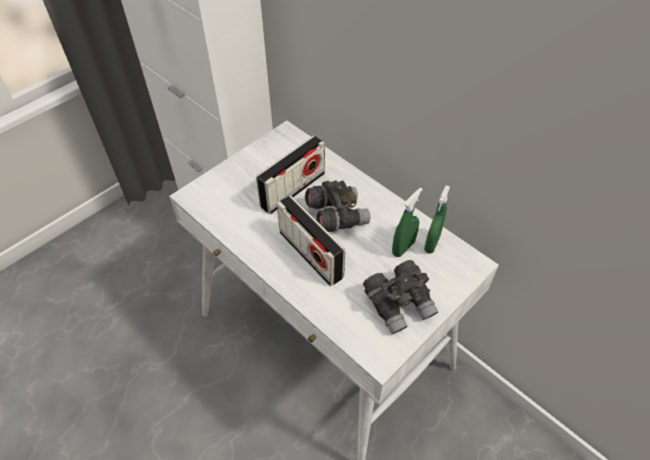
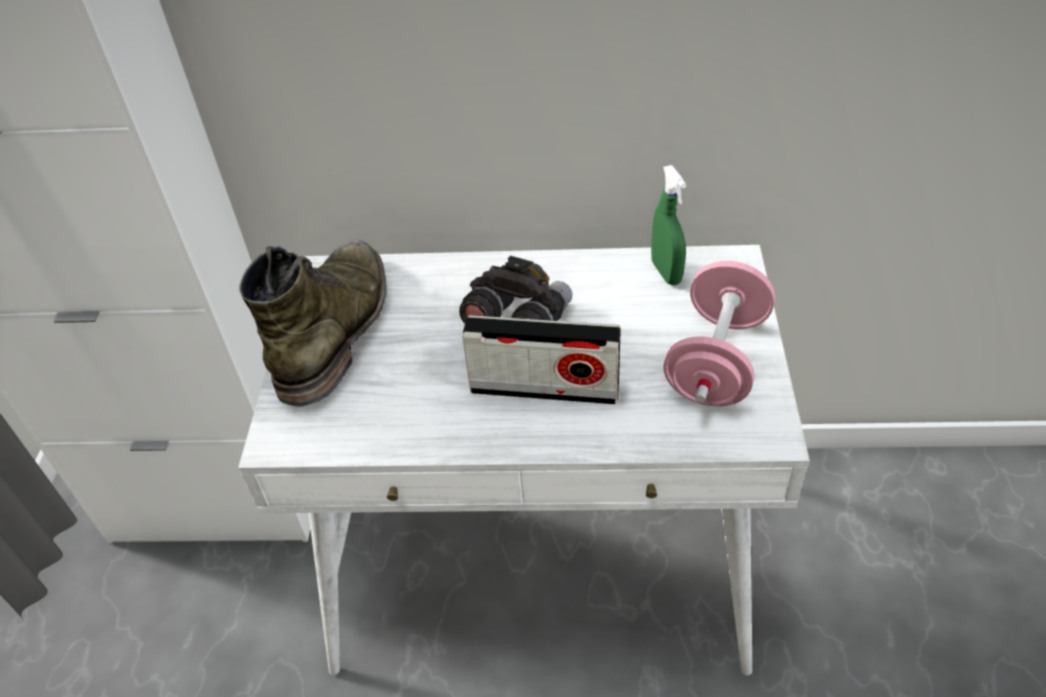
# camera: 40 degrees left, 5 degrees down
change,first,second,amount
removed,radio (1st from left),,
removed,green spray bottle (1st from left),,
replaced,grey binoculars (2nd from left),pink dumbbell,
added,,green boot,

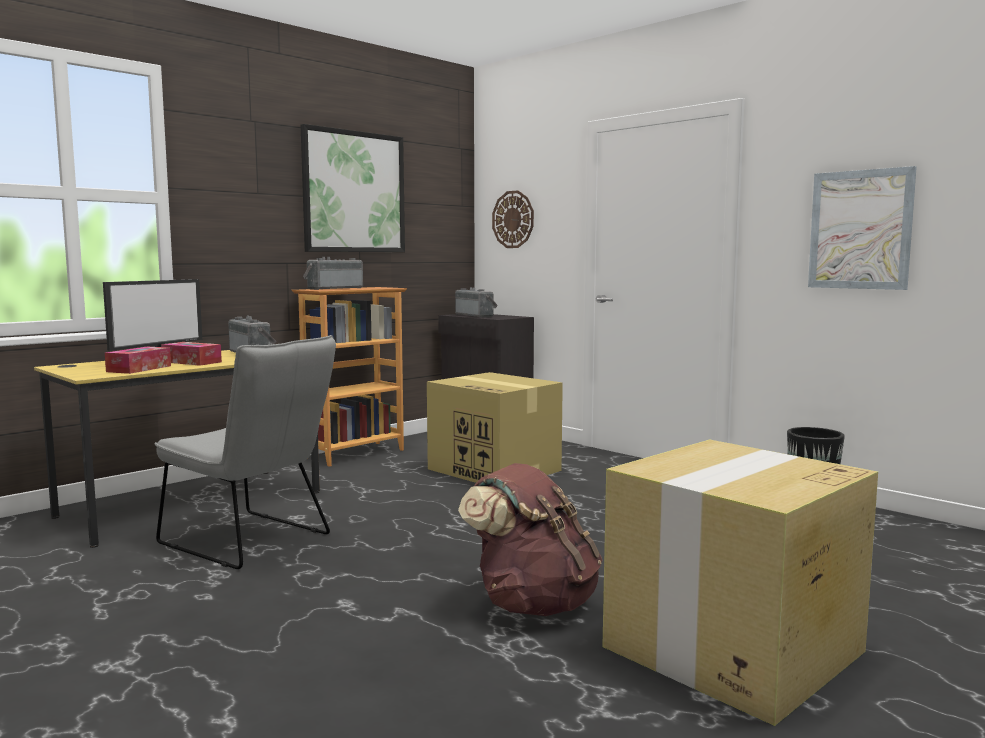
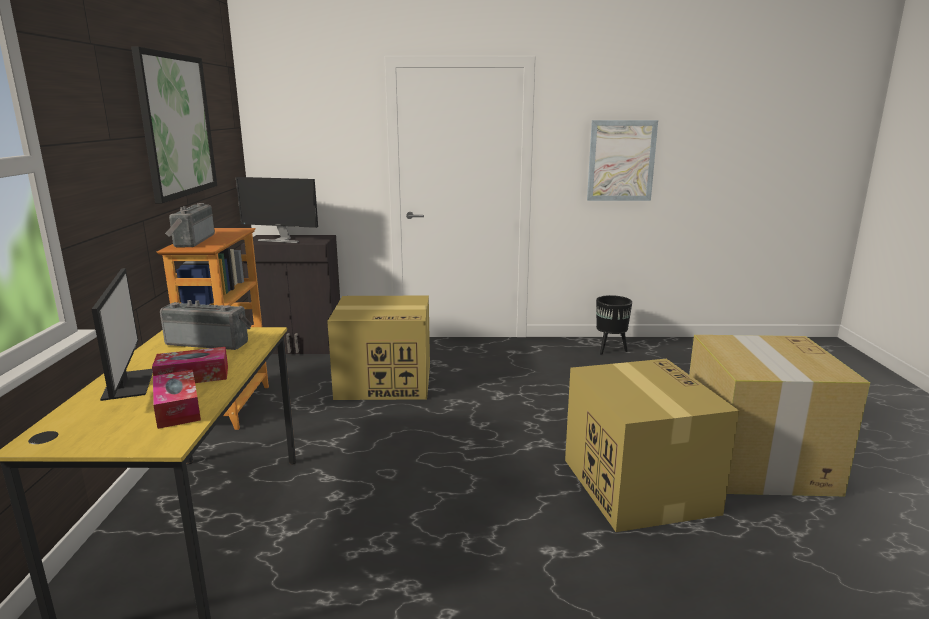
# camera: 45 degrees left, 10 degrees up
change,first,second,amount
removed,wall clock,,
replaced,radio (3rd from left),monitor (2nd from left),
removed,grey chair,,
replaced,brown backpack,cardboard box (2nd from left),

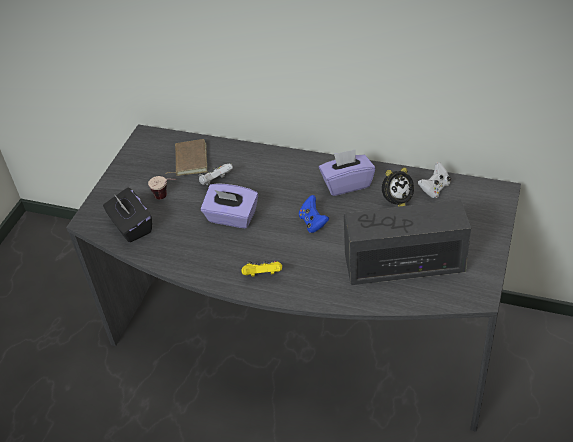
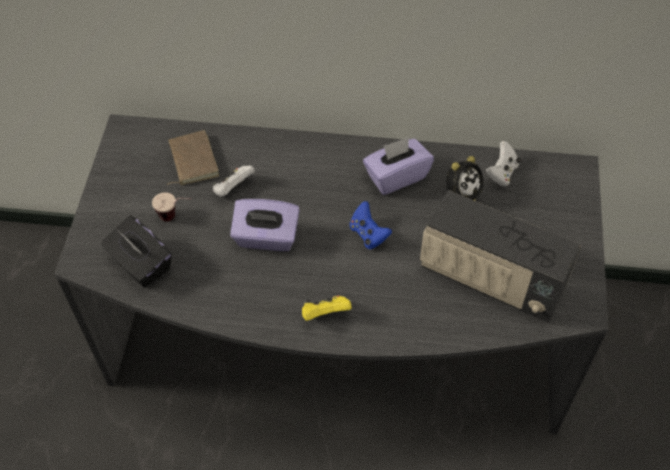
# camera: 15 degrees left, 10 degrees up
change,first,second,amount
turned,radio,,135 degrees counterclockwise

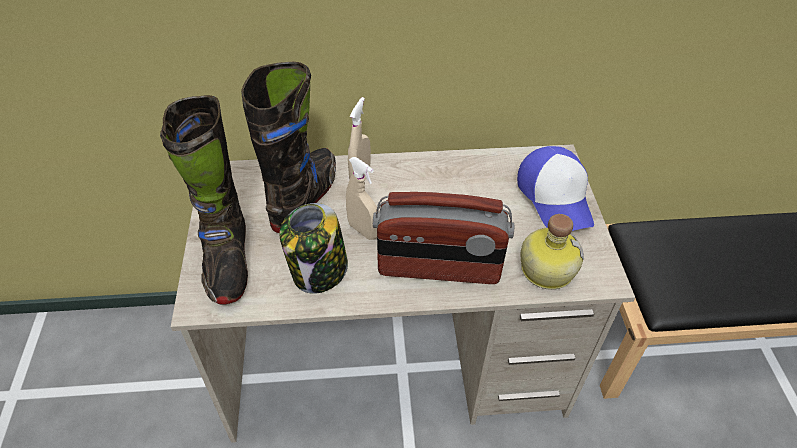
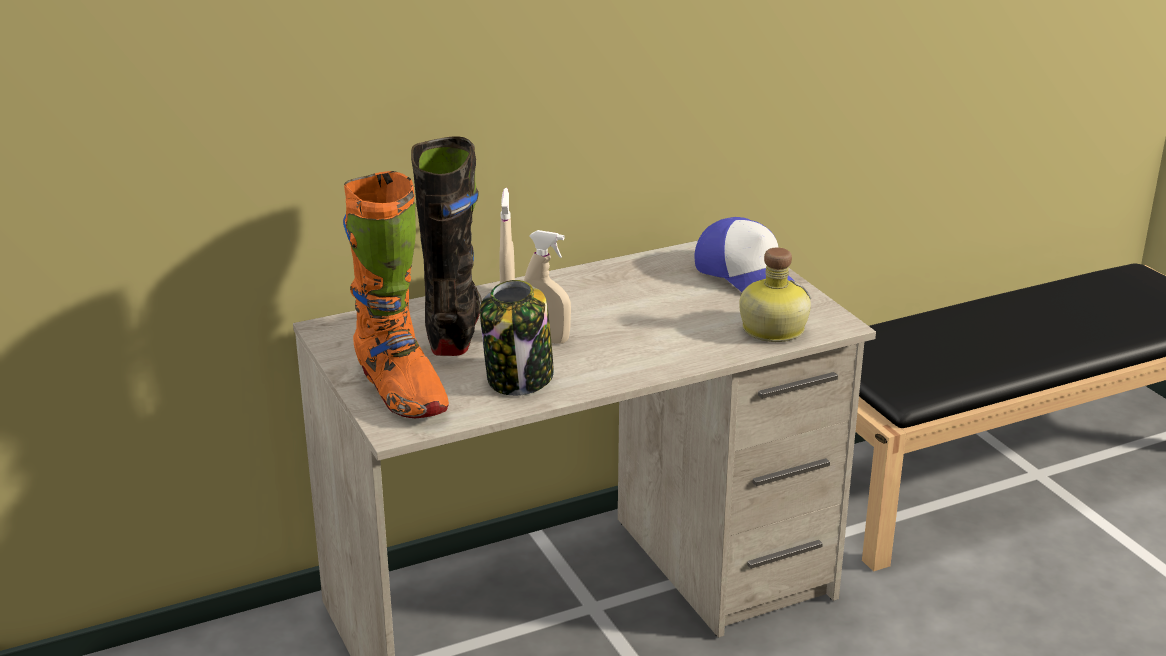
# camera: 20 degrees left, 20 degrees down
change,first,second,amount
recoloured,black boot (1st from left),orange boot,
removed,radio,,

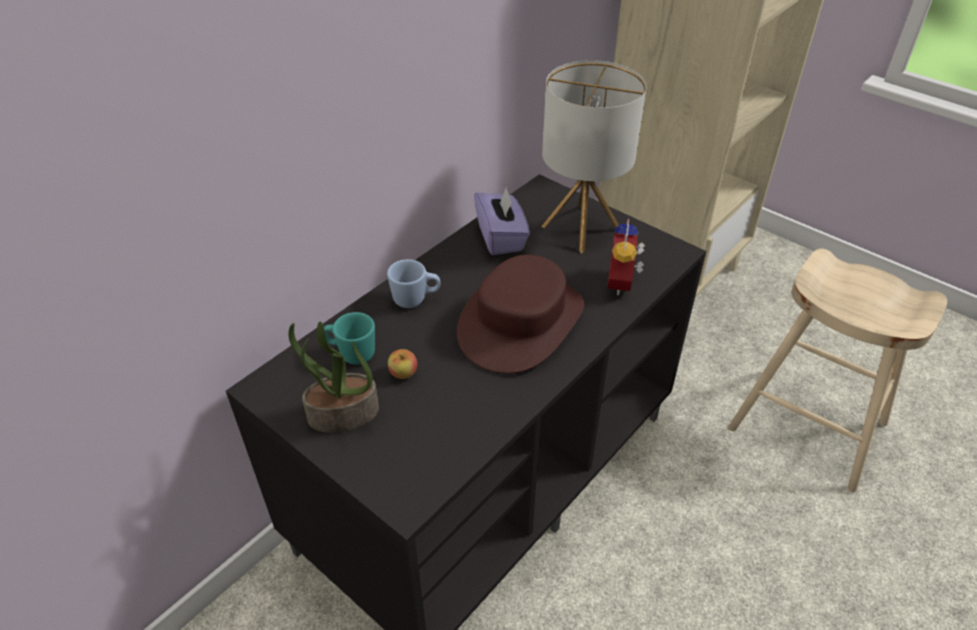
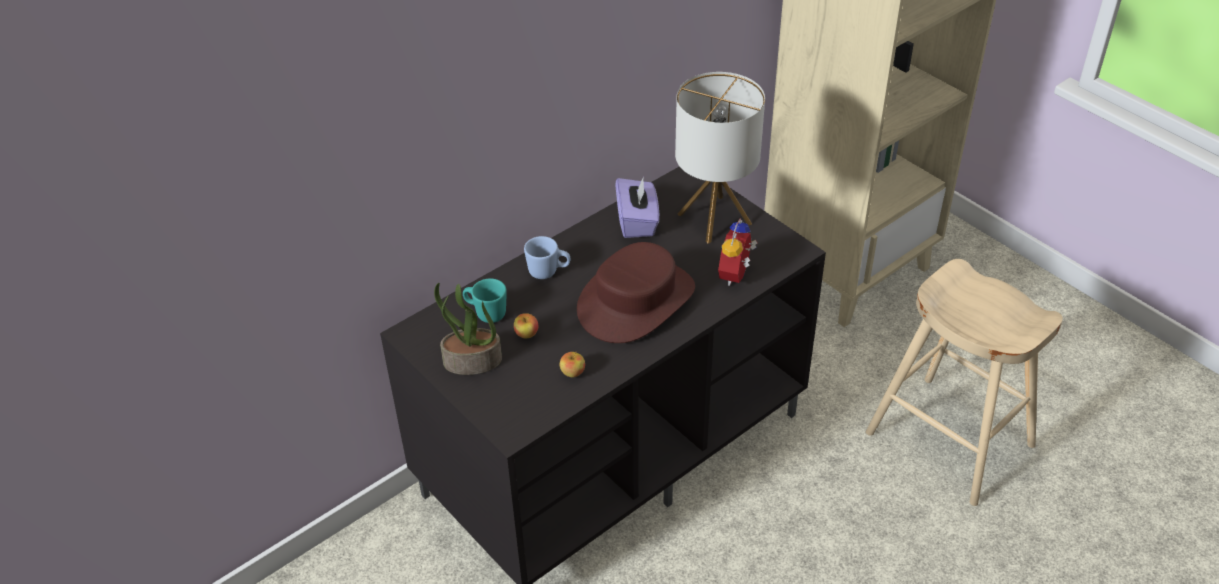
# camera: 10 degrees right, 0 degrees up
change,first,second,amount
added,,apple (2nd from left),

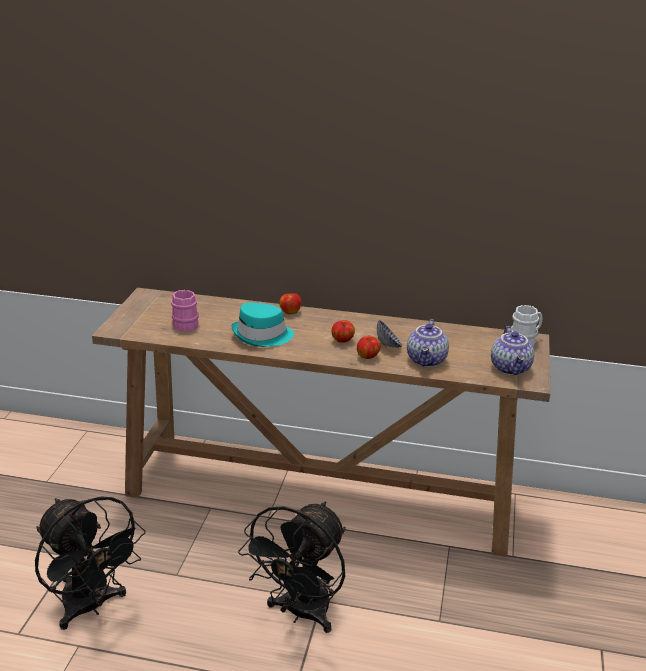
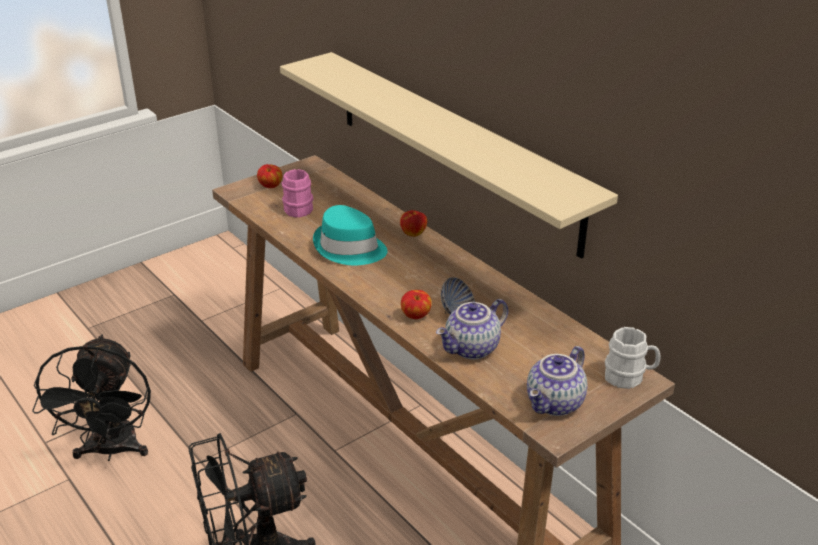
# camera: 40 degrees right, 5 degrees up
change,first,second,amount
moved,apple (2nd from left in the first image),apple (1st from left),
added,,beige shelf,

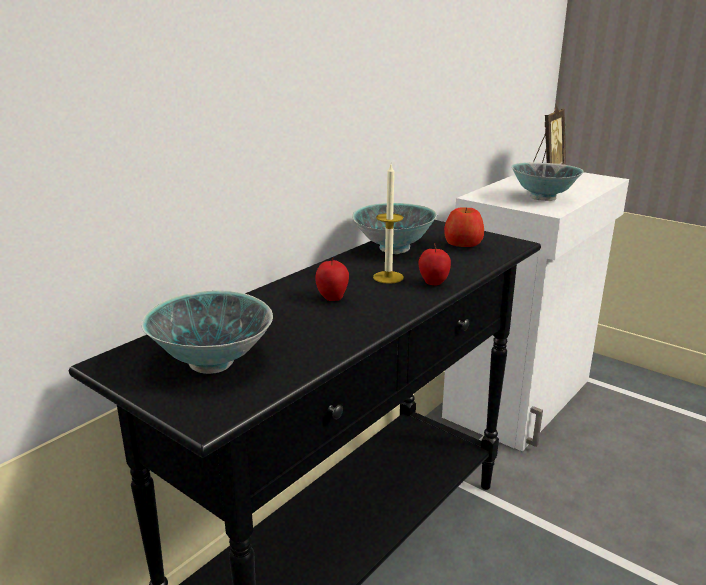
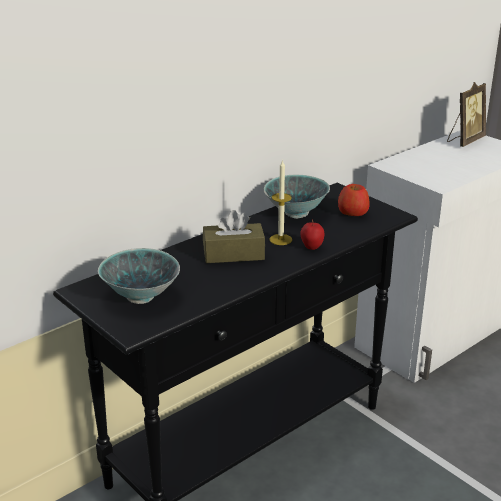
# camera: 10 degrees right, 5 degrees up
change,first,second,amount
removed,bowl (3rd from left),,
replaced,apple (1st from left),brown tissue box,

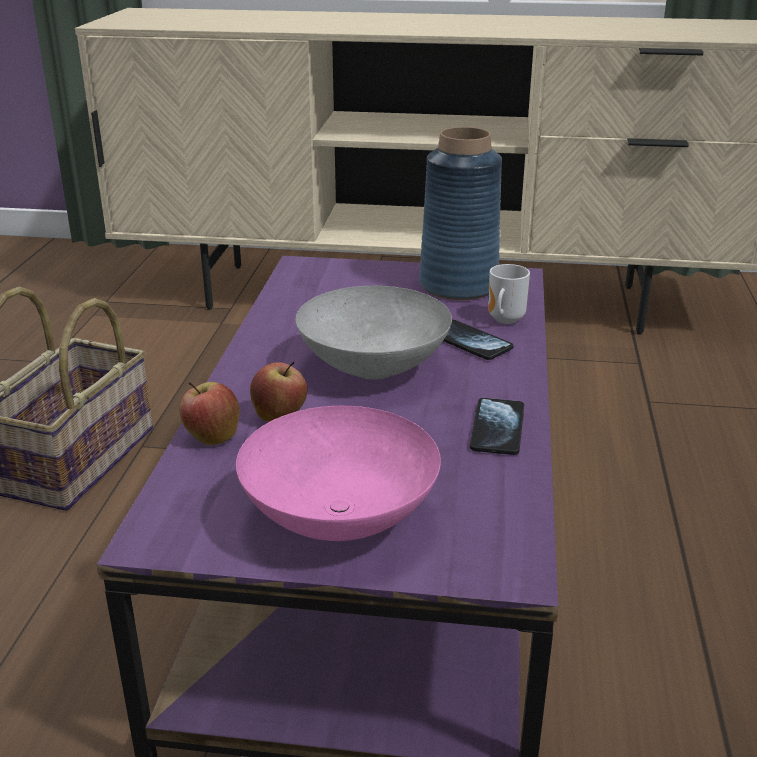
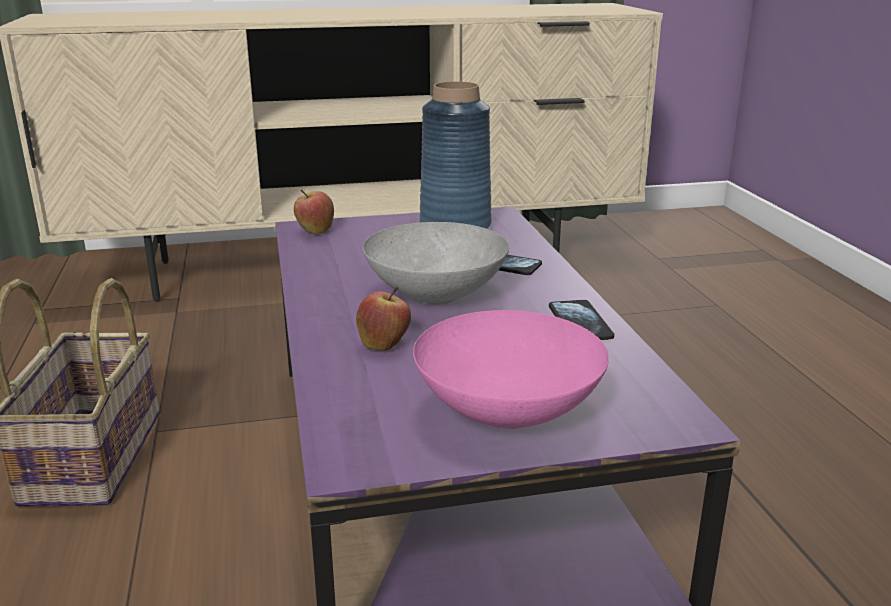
# camera: 20 degrees left, 5 degrees down
change,first,second,amount
removed,mug,,
moved,apple (1st from left),,

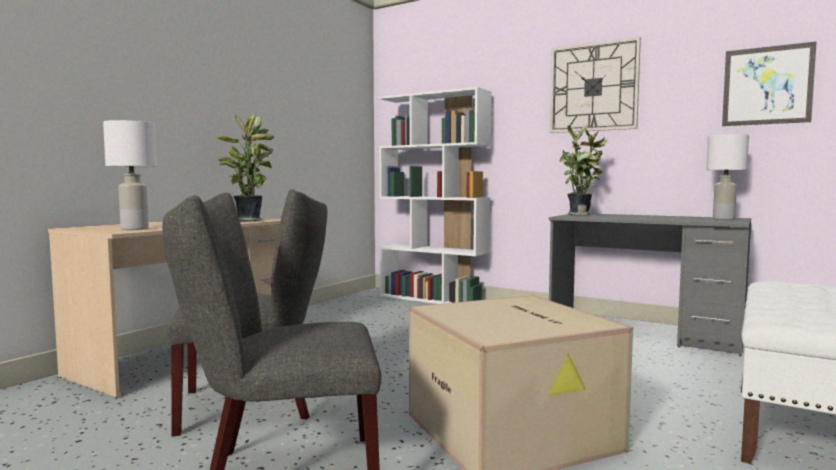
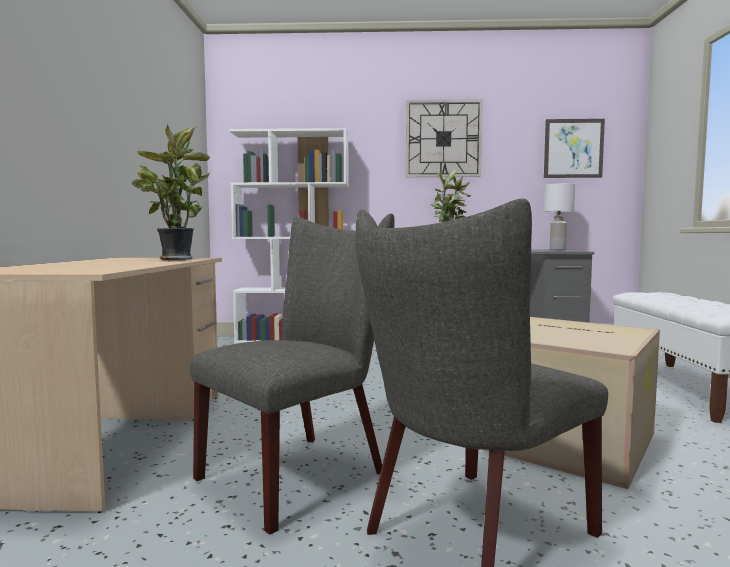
# camera: 30 degrees left, 0 degrees up
change,first,second,amount
removed,white table lamp (1st from left),,

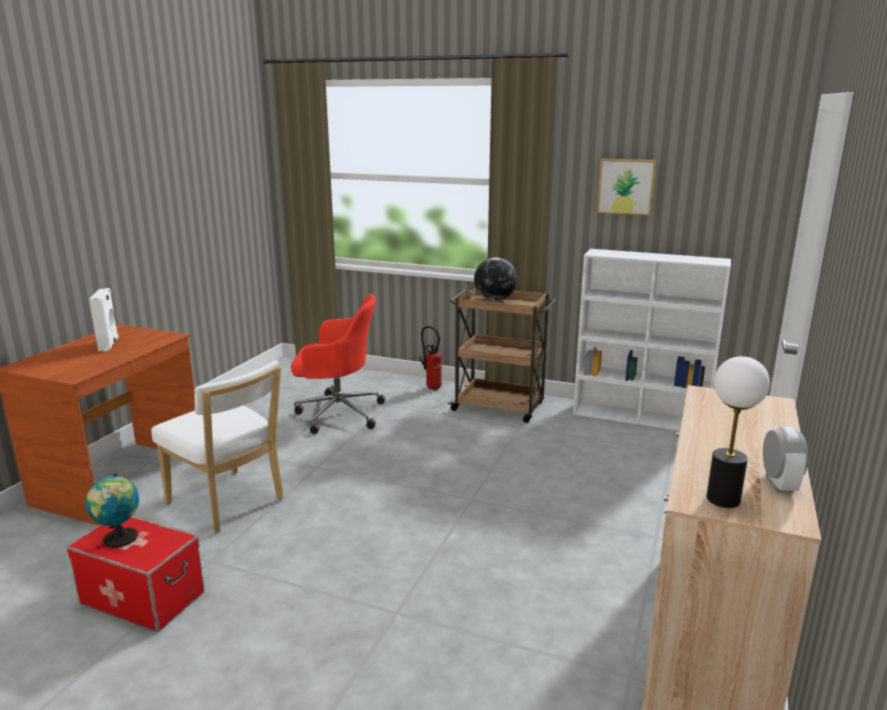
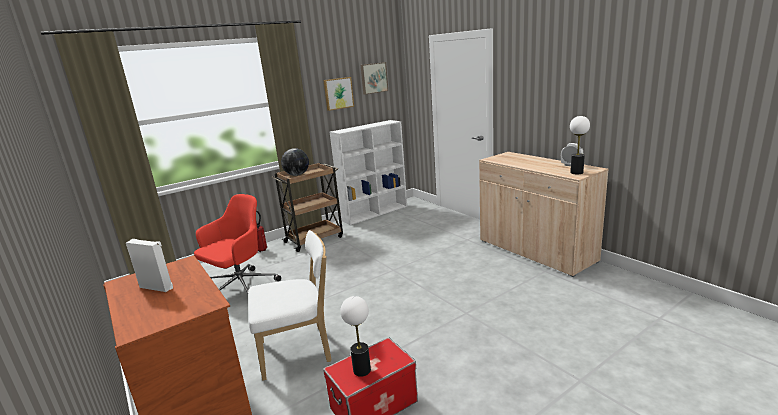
# camera: 55 degrees left, 0 degrees up
change,first,second,amount
replaced,globe (1st from left),table lamp (1st from left),
added,,picture (2nd from left),

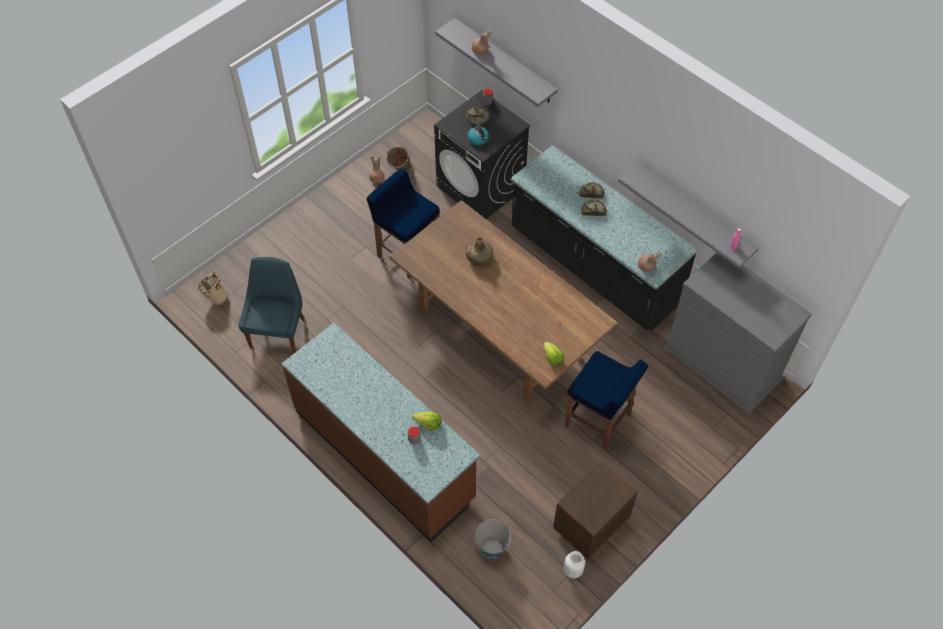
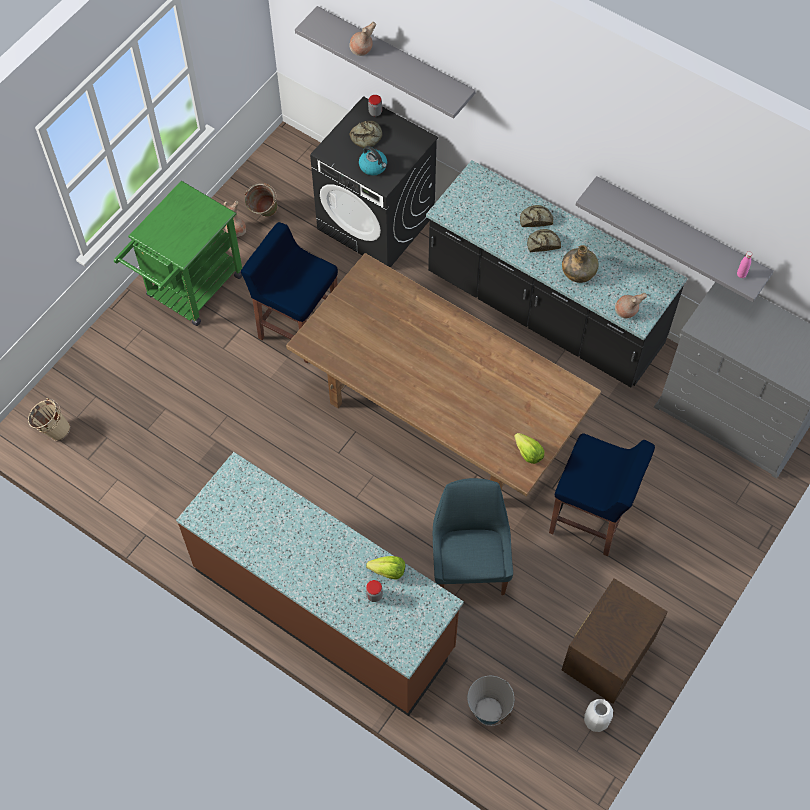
# camera: 10 degrees left, 5 degrees up
change,first,second,amount
moved,green bottle,,
moved,blue chair,,
added,,green cart,

